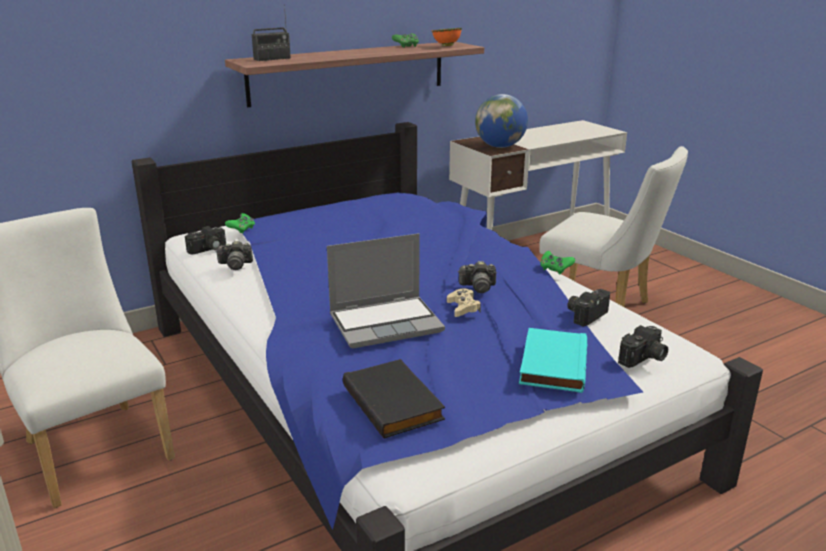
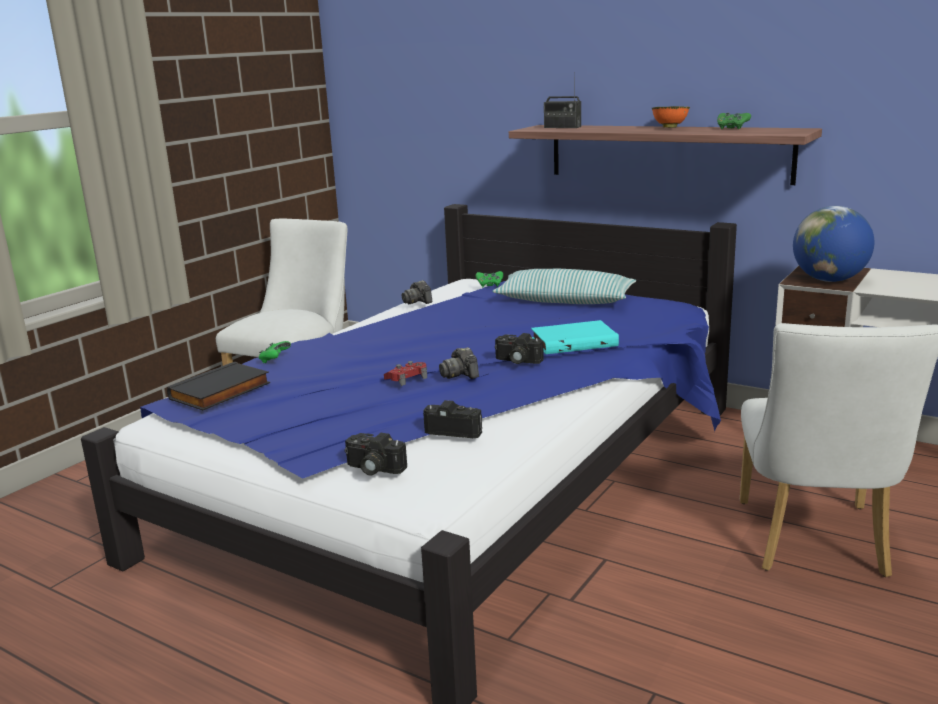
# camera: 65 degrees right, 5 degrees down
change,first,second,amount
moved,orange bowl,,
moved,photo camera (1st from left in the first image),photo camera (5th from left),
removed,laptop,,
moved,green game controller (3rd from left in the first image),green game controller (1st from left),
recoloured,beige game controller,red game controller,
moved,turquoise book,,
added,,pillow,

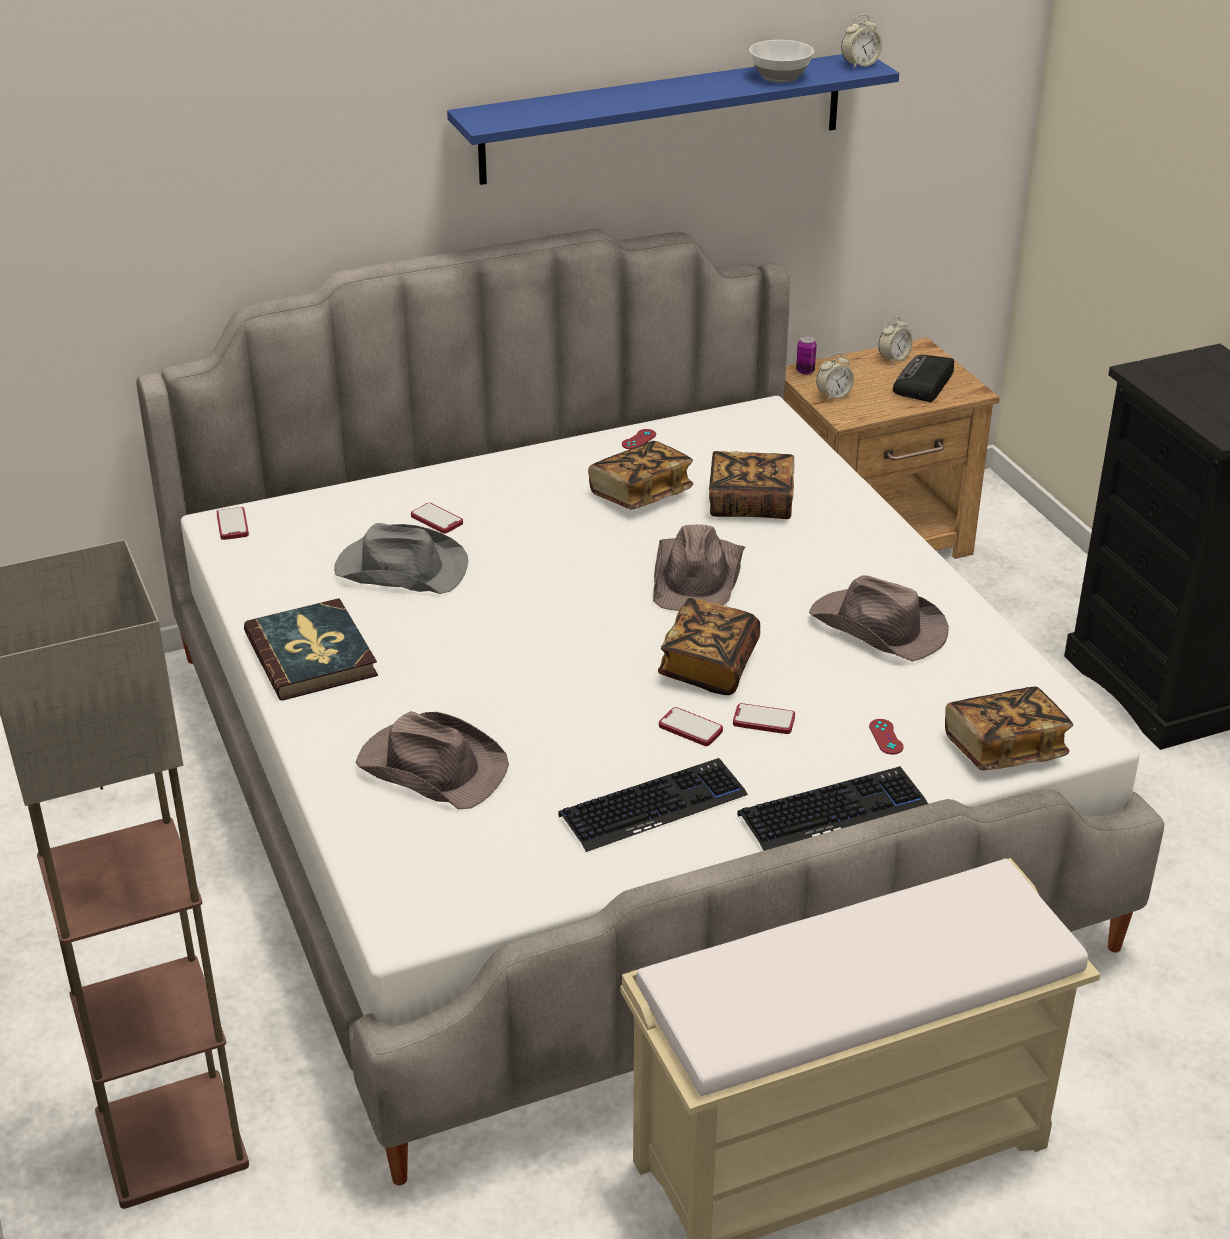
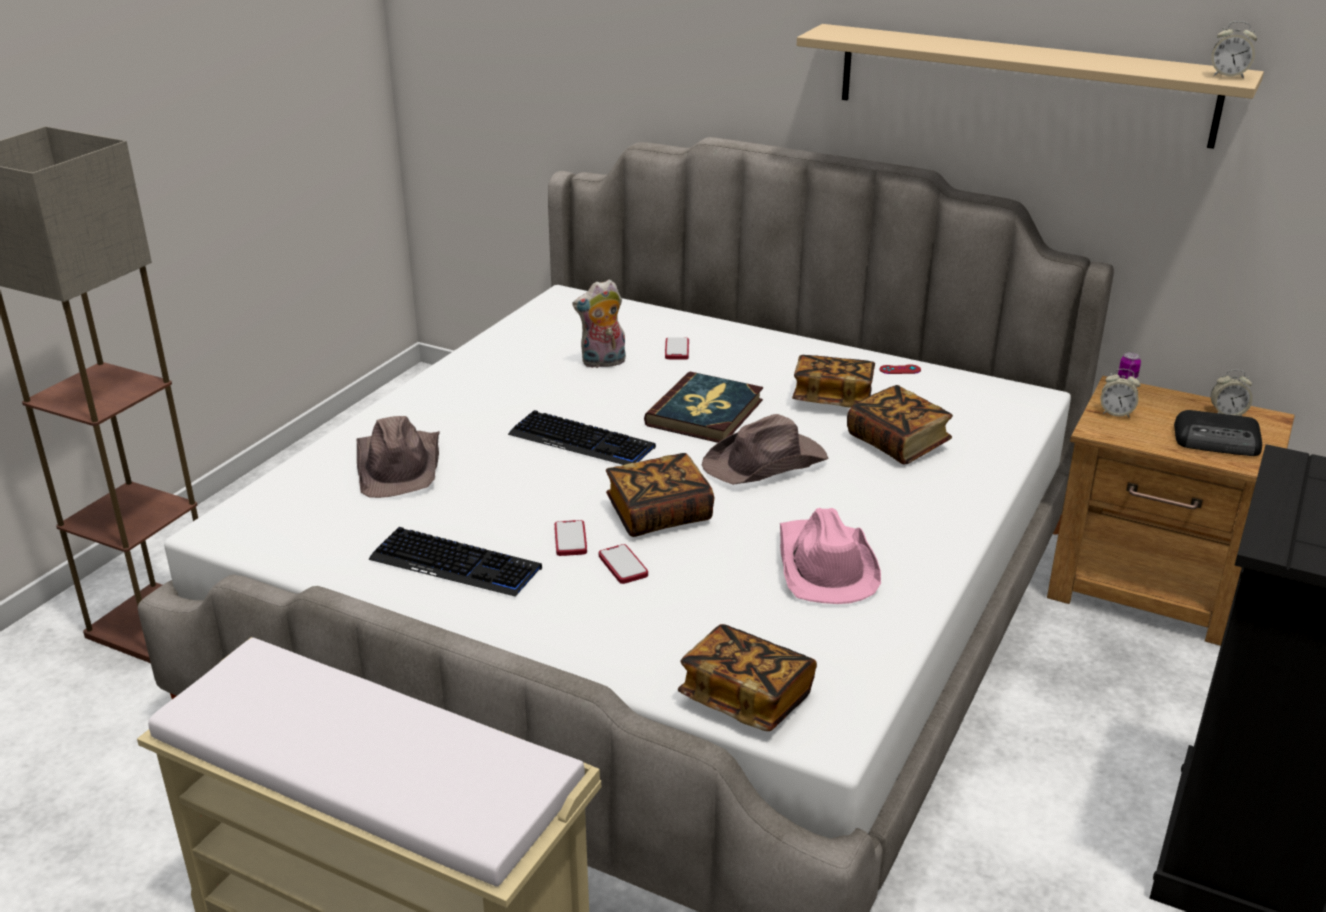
# camera: 50 degrees right, 5 degrees down
change,first,second,amount
removed,bowl,,
recoloured,blue shelf,beige shelf,
turned,radio,,150 degrees counterclockwise
removed,phone (1st from left),,
replaced,grey hat,plush toy,
recoloured,brown hat (3rd from left),pink hat,
moved,book (1st from left in the first image),book (2nd from left),
removed,red game controller (2nd from left),,
moved,keyboard (2nd from left),,

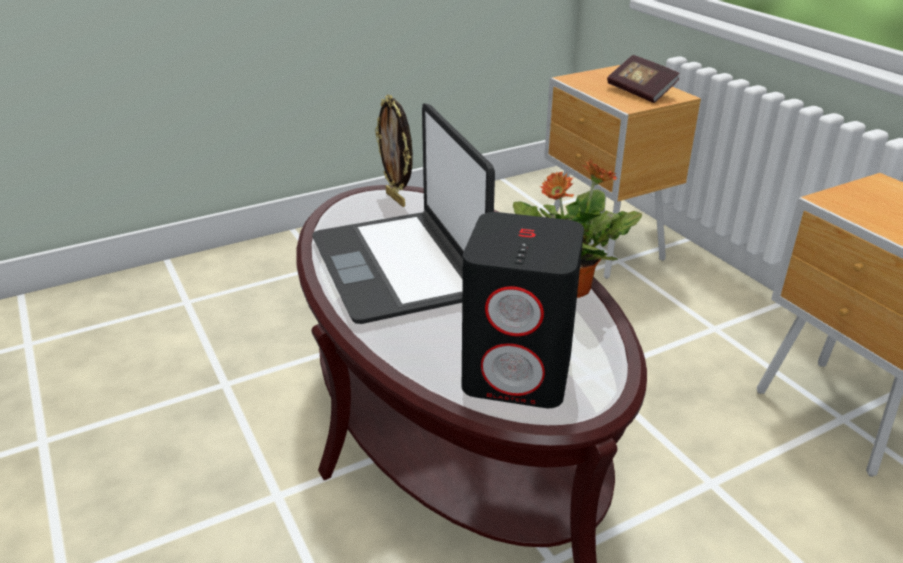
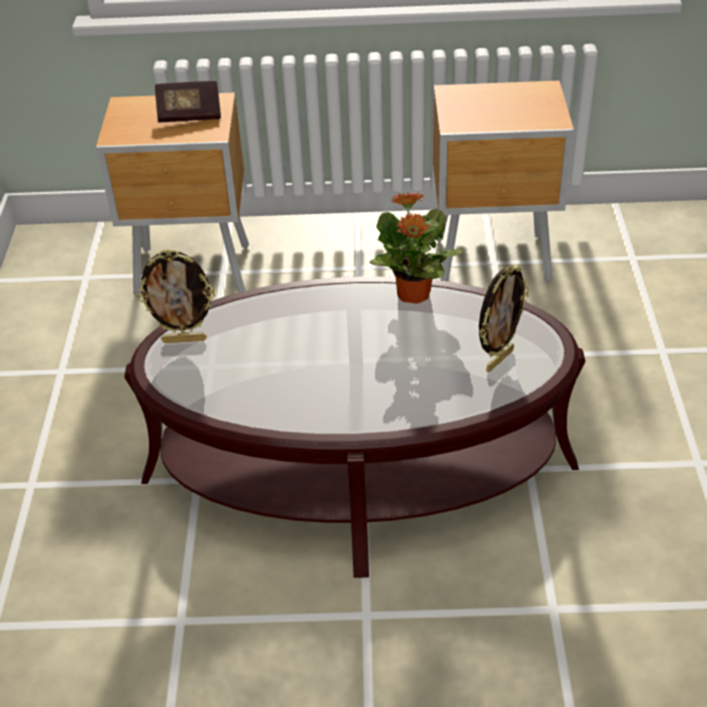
# camera: 60 degrees left, 10 degrees up
change,first,second,amount
removed,laptop,,
replaced,black speaker,picture frame (2nd from left),

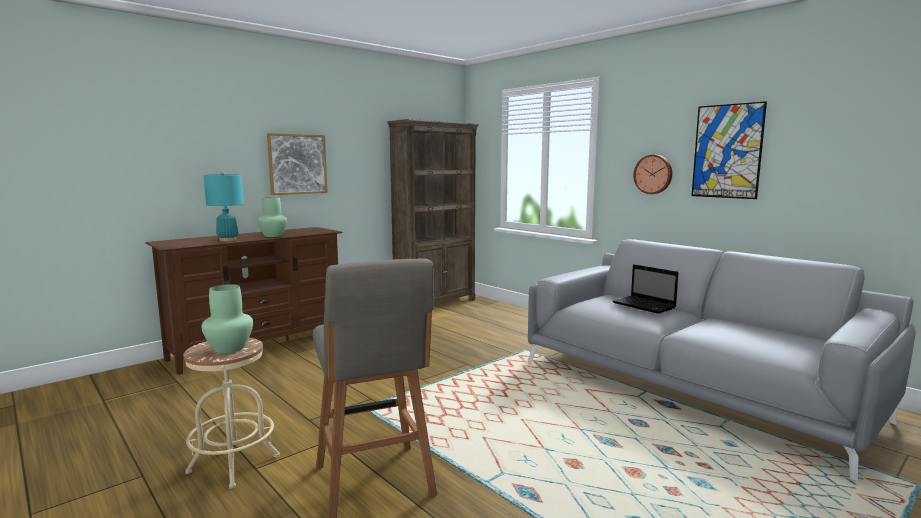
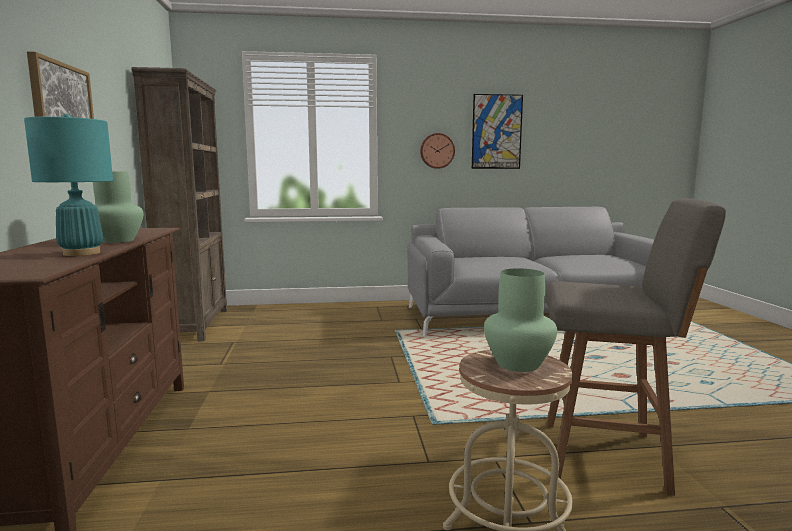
# camera: 55 degrees left, 0 degrees up
change,first,second,amount
removed,laptop,,

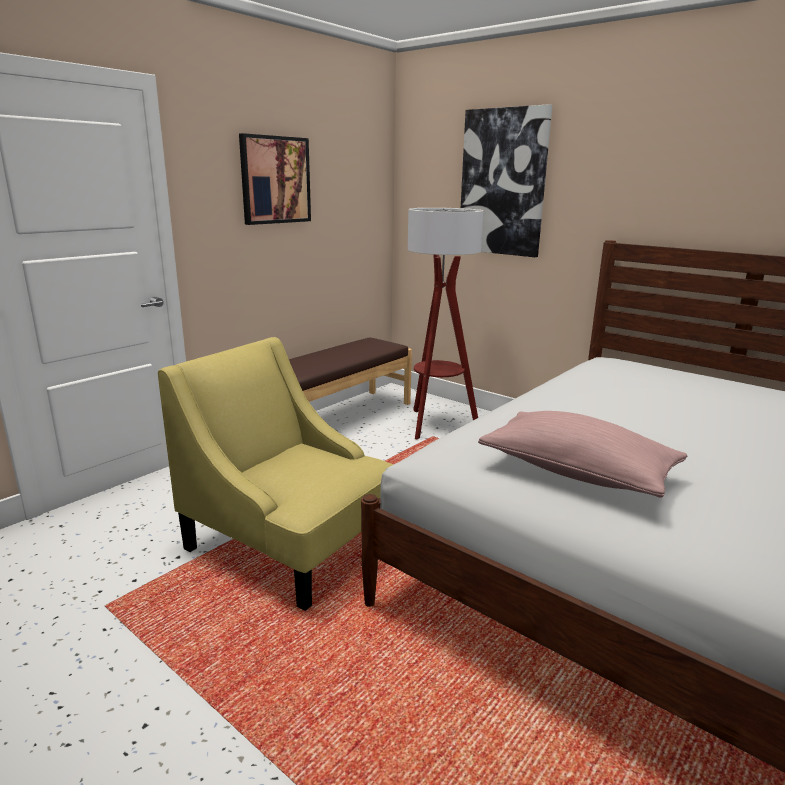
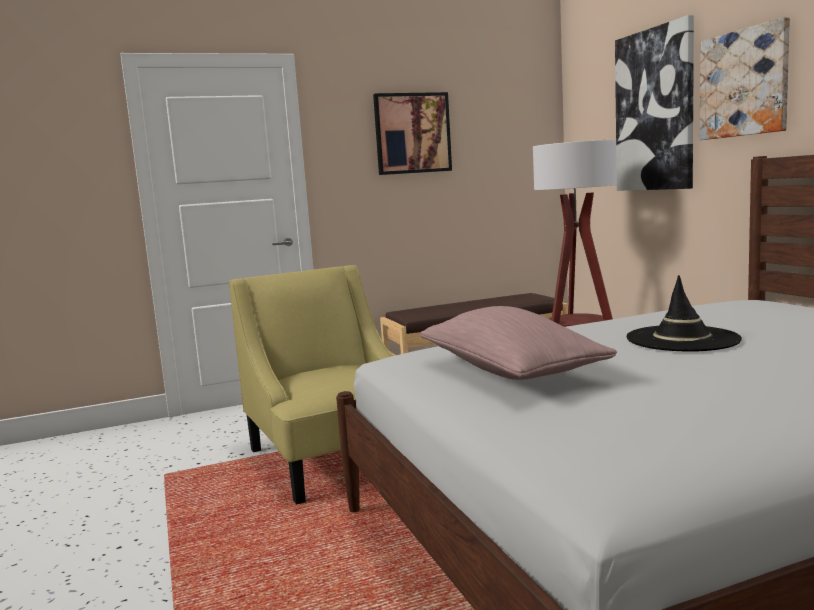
# camera: 30 degrees right, 10 degrees down
change,first,second,amount
added,,picture (3rd from left),
added,,black hat,

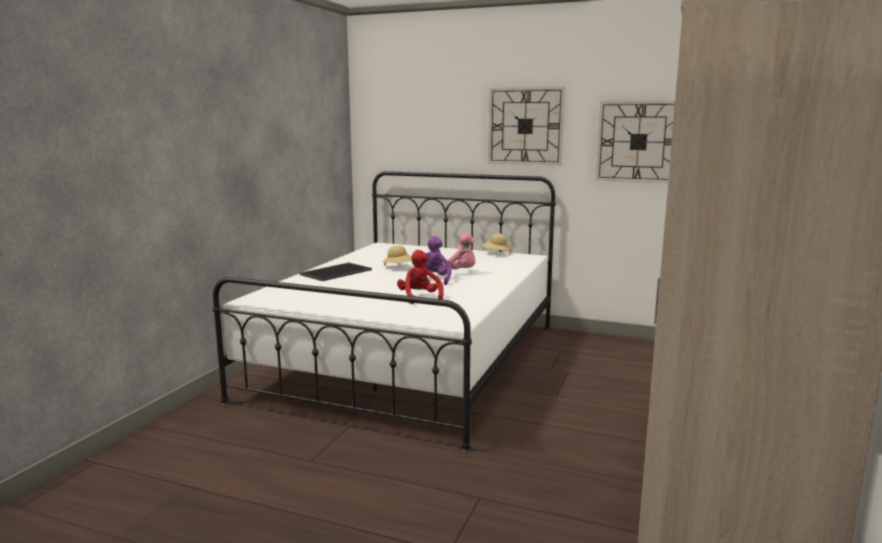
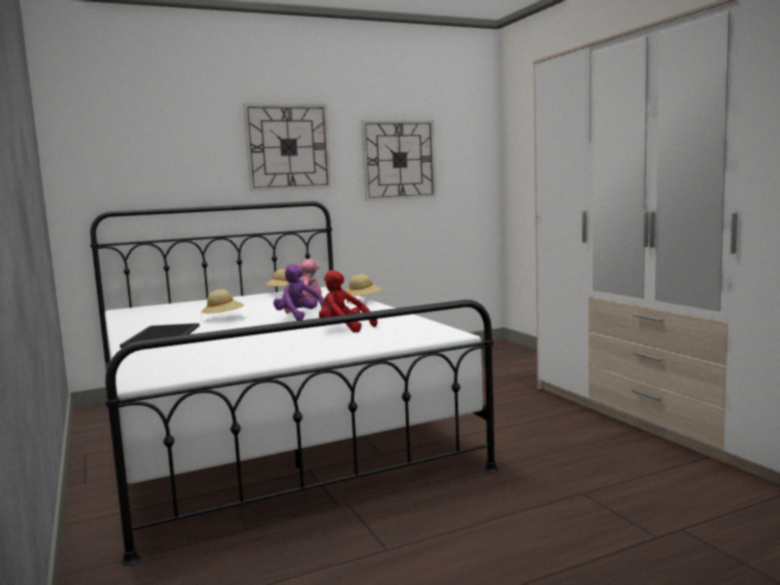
# camera: 45 degrees left, 5 degrees down
change,first,second,amount
added,,beige hat (3rd from left),

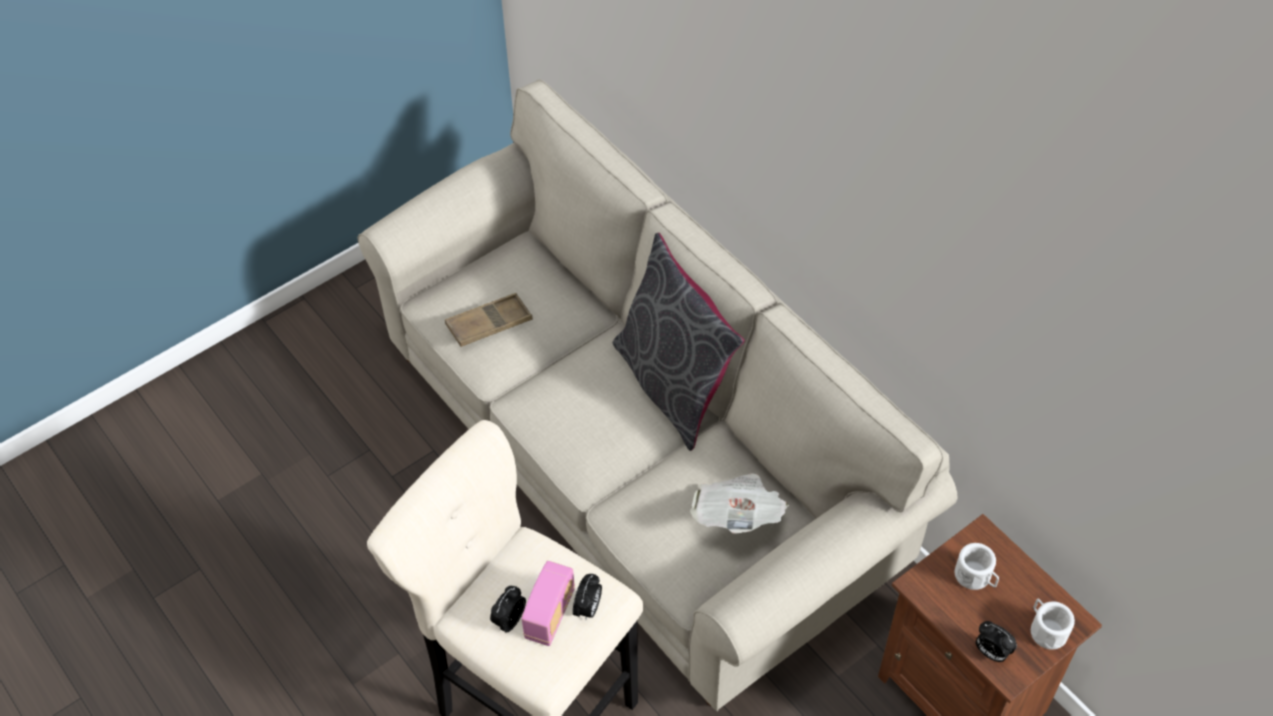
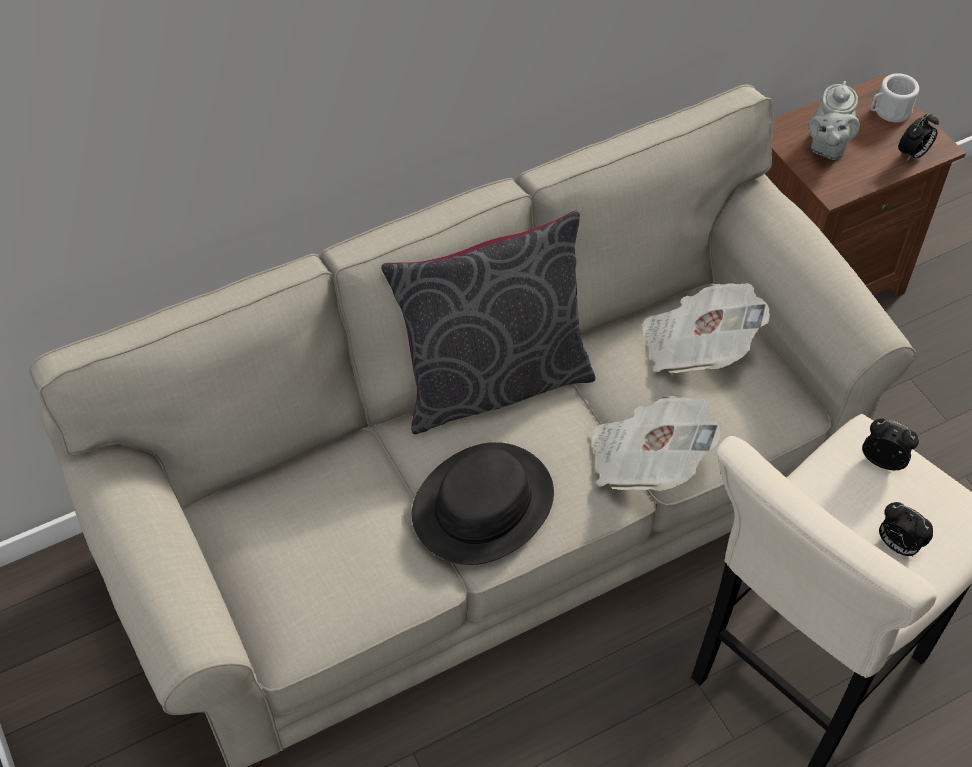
# camera: 80 degrees left, 0 degrees up
change,first,second,amount
removed,brown tray,,
replaced,white mug (1st from left),grey teapot,
removed,radio,,
added,,newspaper (1st from left),
added,,black hat,

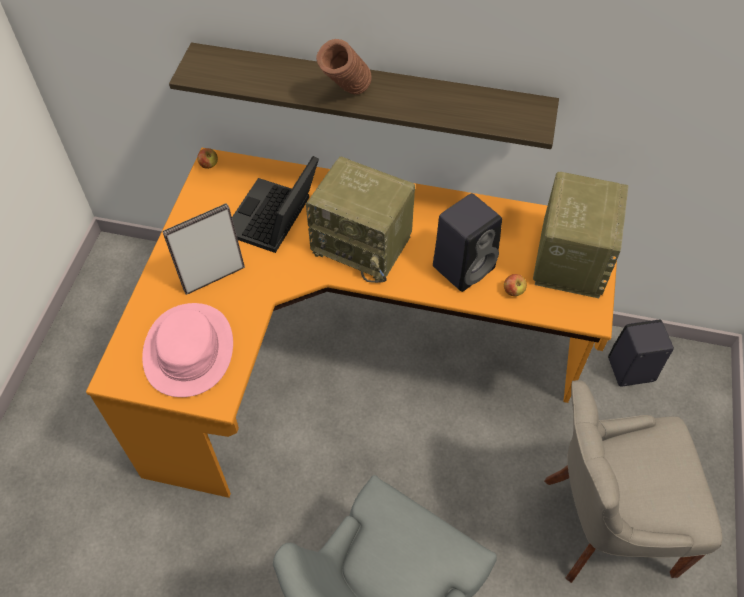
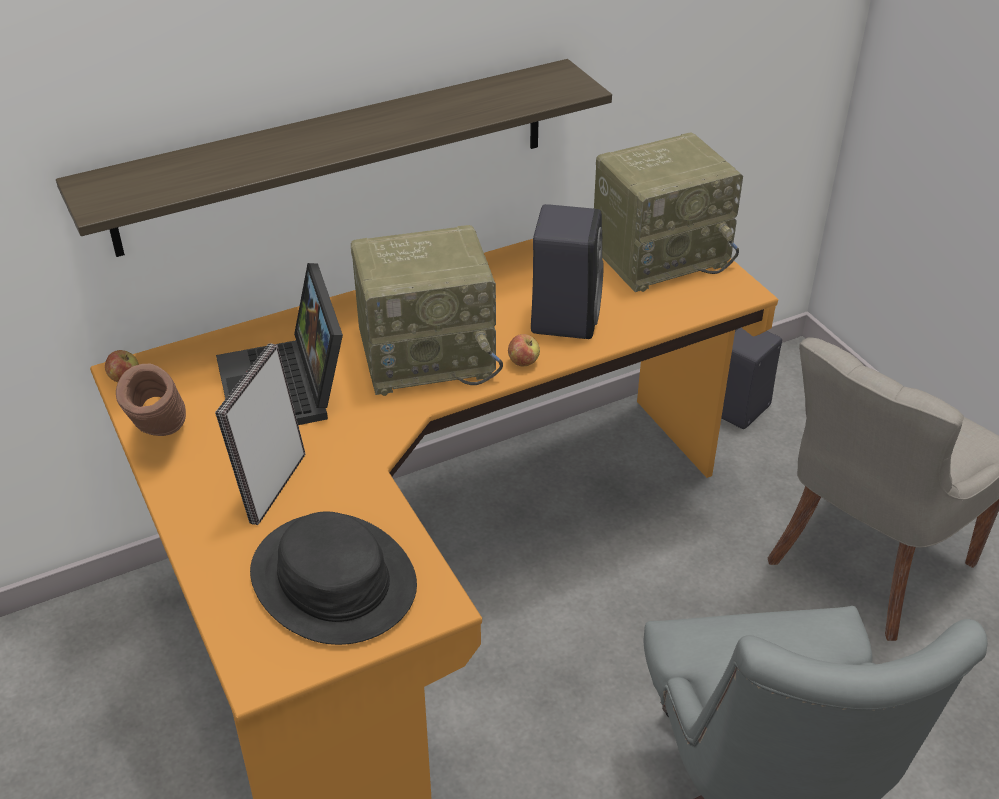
# camera: 40 degrees left, 15 degrees down
change,first,second,amount
moved,brown vase,,
turned,radio (2nd from left),,90 degrees clockwise
moved,apple (2nd from left),,
recoloured,pink hat,black hat,

